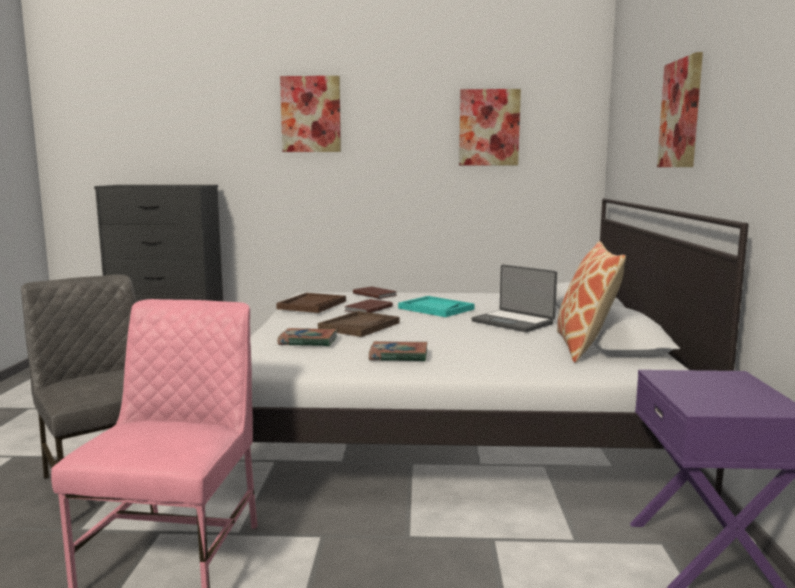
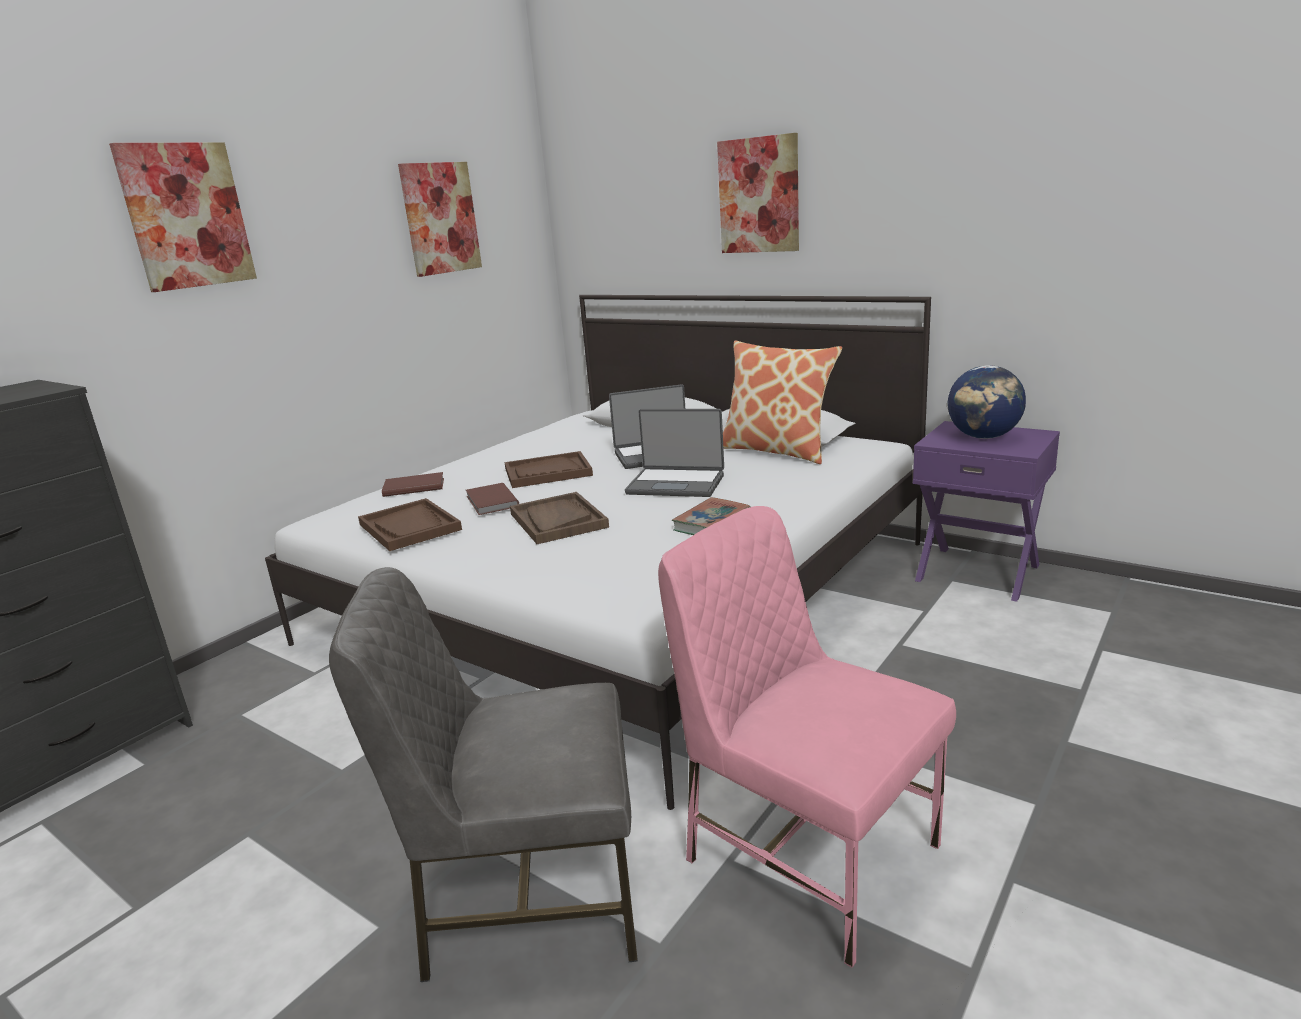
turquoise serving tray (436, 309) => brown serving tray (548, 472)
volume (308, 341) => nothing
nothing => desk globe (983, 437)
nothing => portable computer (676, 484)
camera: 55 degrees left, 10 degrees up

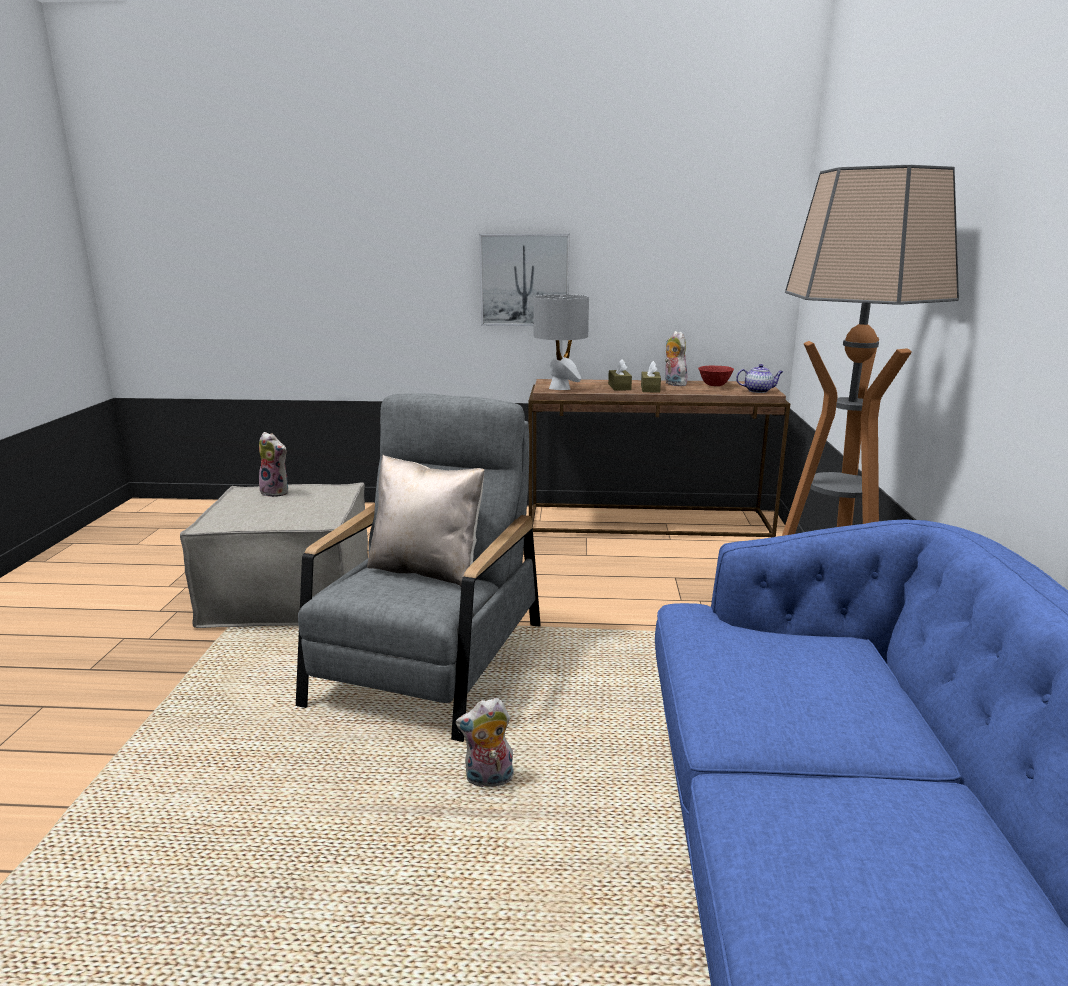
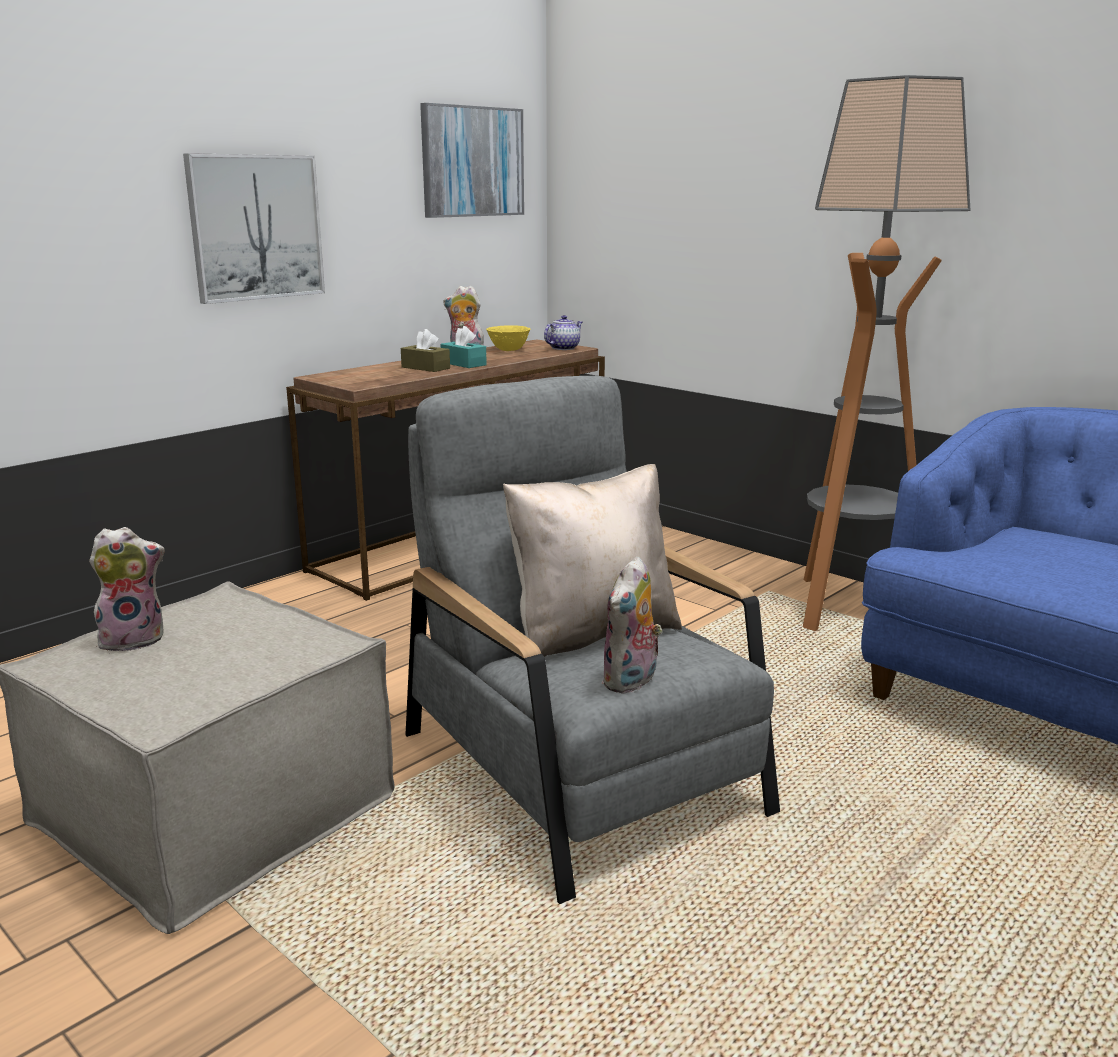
grey tabletop lamp (560, 388) => nothing
brown tissue holder (650, 389) => turquoise tissue holder (463, 364)
red serving bowl (714, 385) => yellowish serving bowl (508, 350)
soft toy (488, 780) => soft toy (631, 682), shifted
nothing => wall picture (472, 162)
camera: 50 degrees left, 0 degrees up

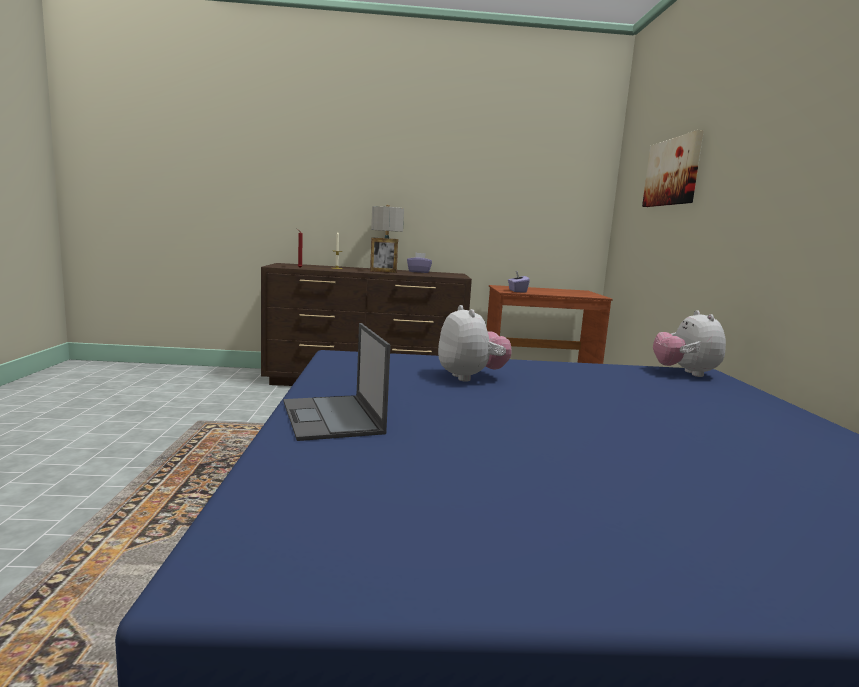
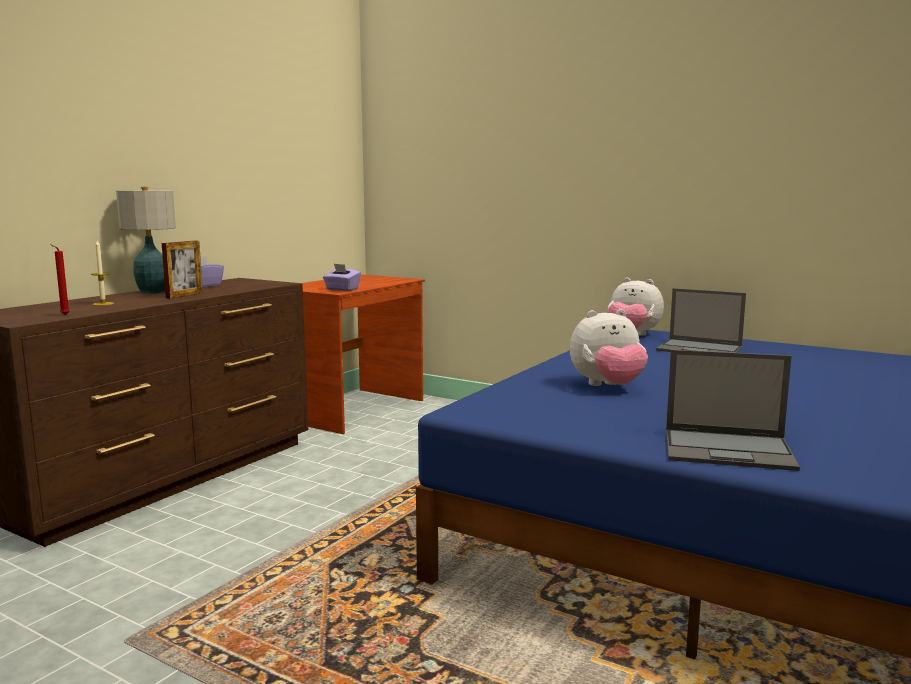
wall picture (672, 172) => nothing
soft toy (470, 377) => soft toy (607, 386), 150 degrees clockwise
nothing => portable computer (700, 349)
camera: 55 degrees left, 0 degrees up

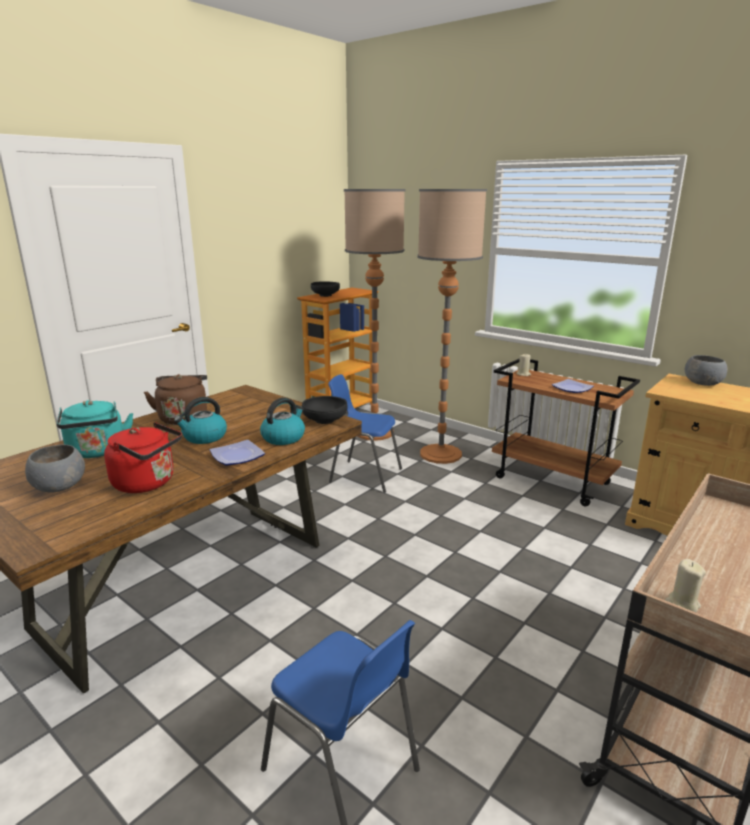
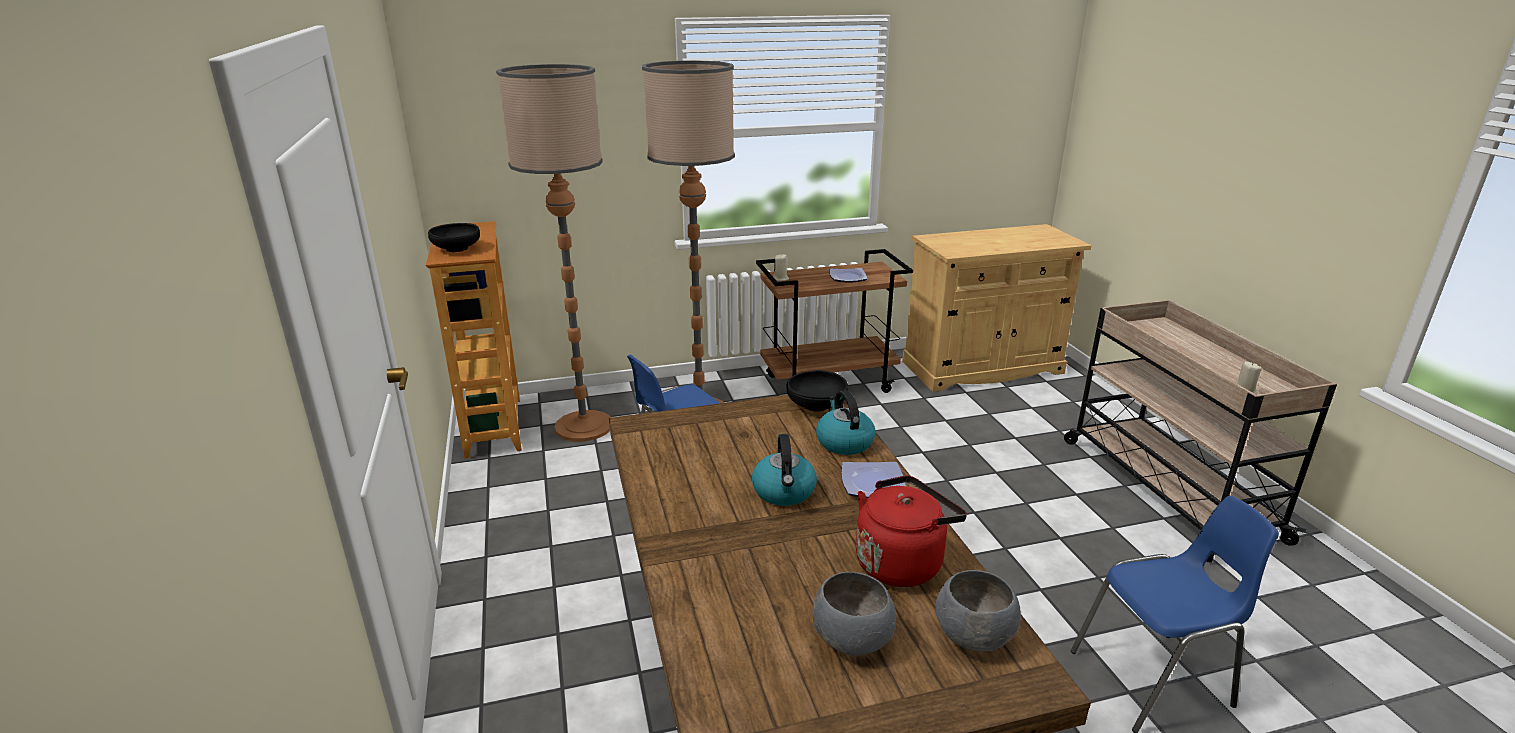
grey serving bowl (703, 384) => grey serving bowl (975, 635), shifted
brown tea kettle (183, 417) => nothing
turquoise tea kettle (97, 452) => nothing
camera: 55 degrees left, 5 degrees up

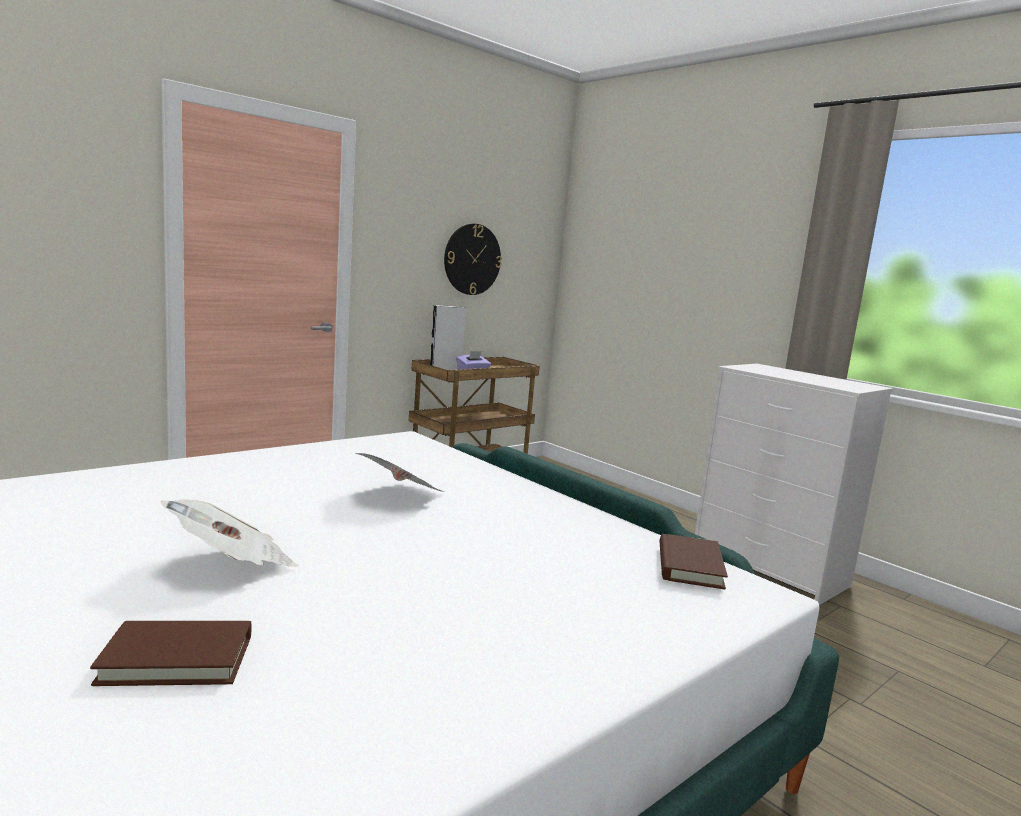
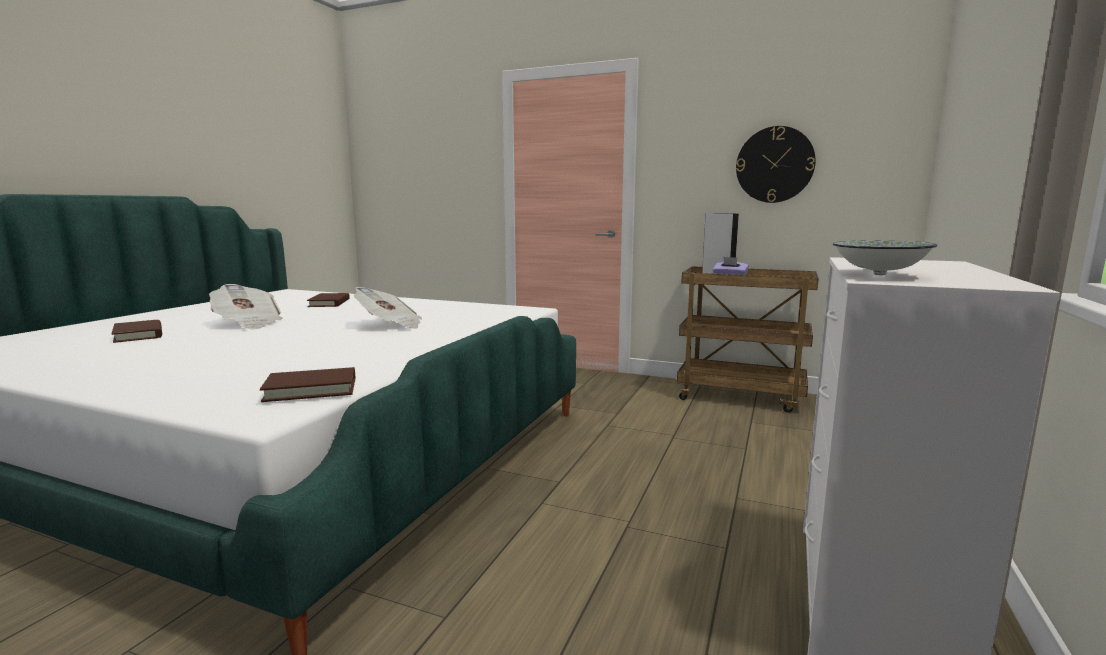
nothing => serving bowl (880, 274)
nothing => brown volume (329, 303)
camera: 65 degrees right, 0 degrees up

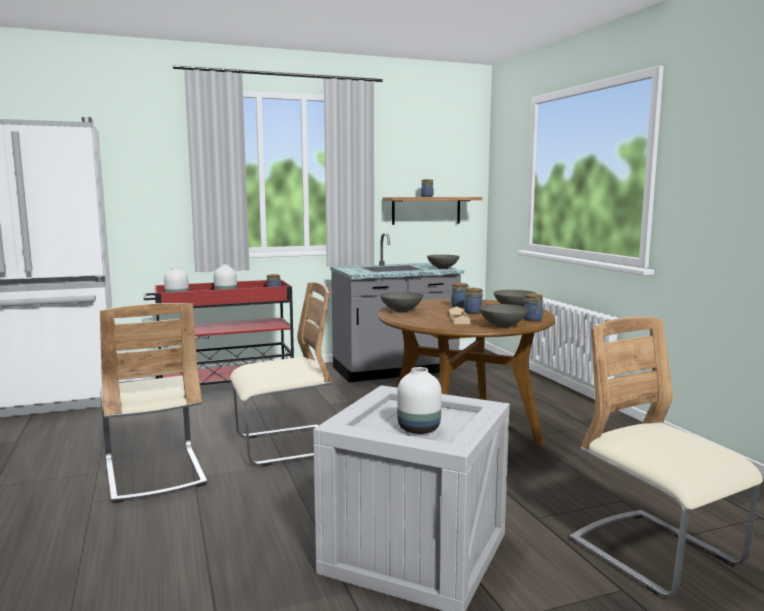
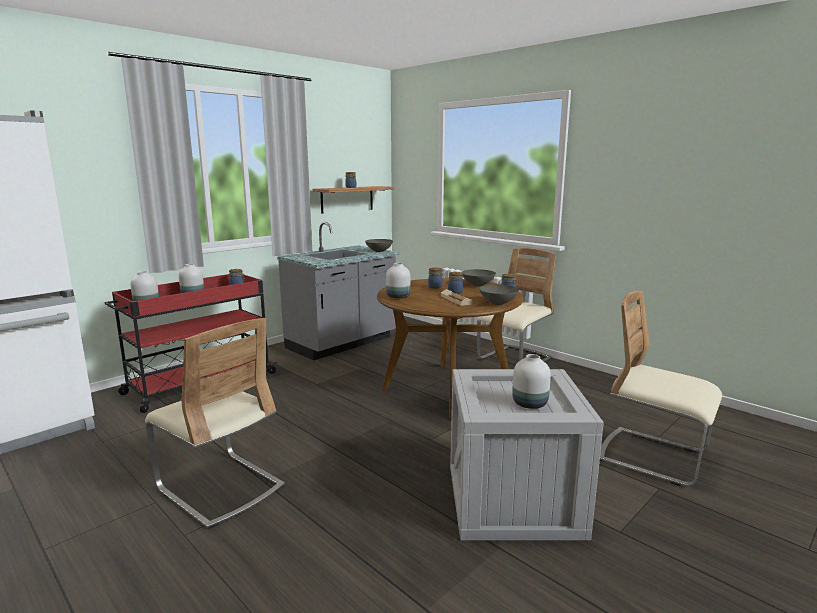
sand-coloured upright chair (285, 446) => sand-coloured upright chair (514, 359), shifted
grey serving bowl (401, 311) => white-coloured decorative vase (398, 297)
camera: 25 degrees left, 5 degrees up

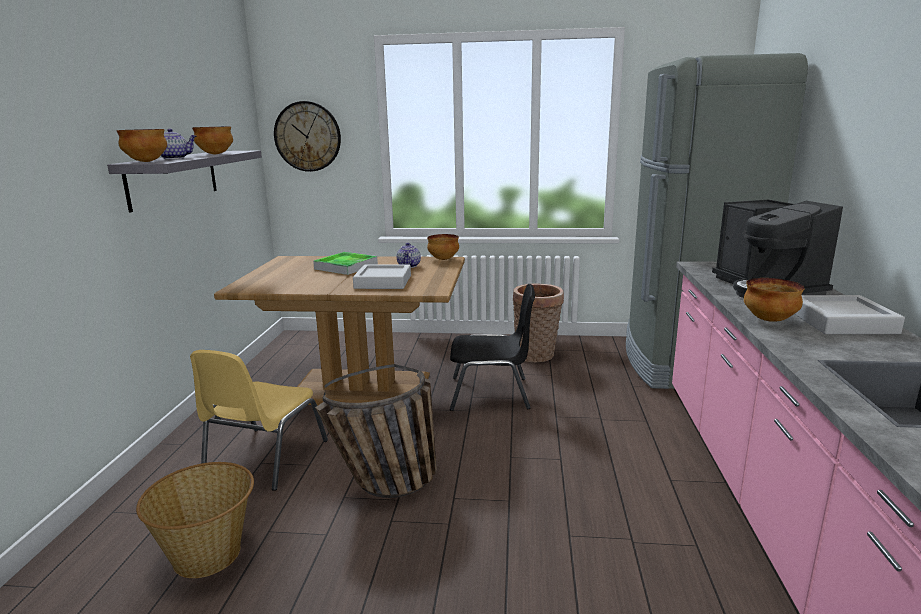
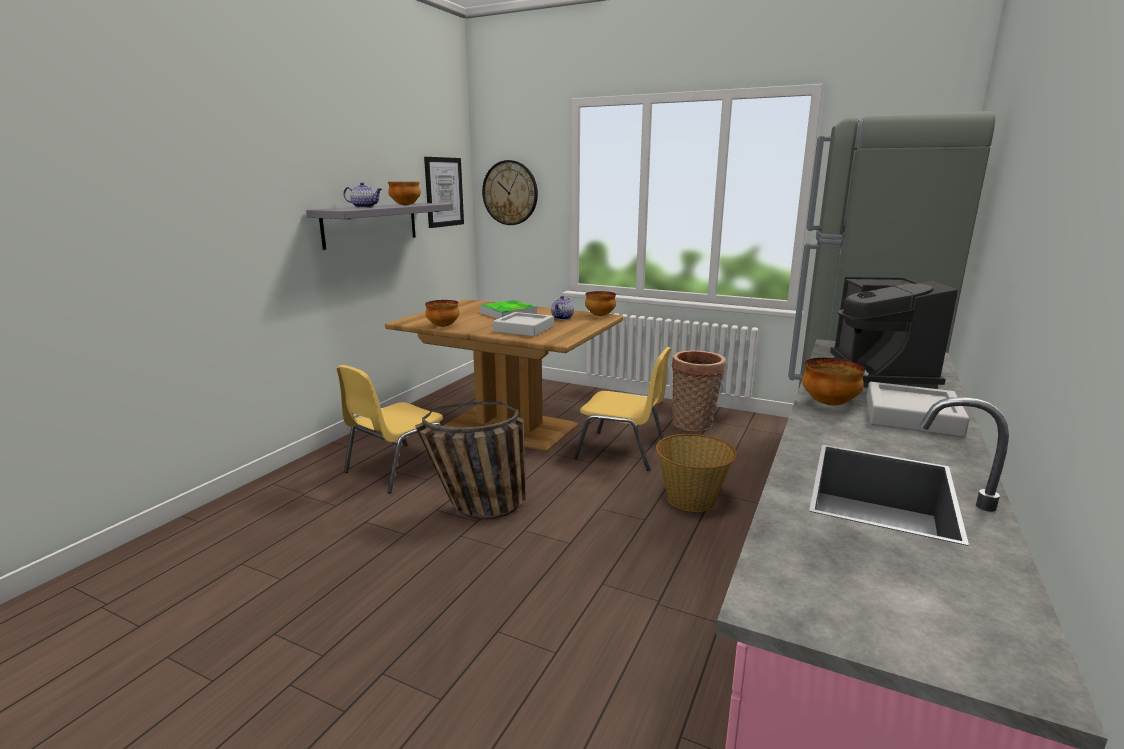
serving bowl (147, 161) => serving bowl (443, 326), shifted
black-coloured upright chair (491, 393) => yellowish upright chair (622, 451)
household basket (208, 554) => household basket (692, 500), shifted
nothing => wall picture (444, 192)
camera: 20 degrees right, 0 degrees up

